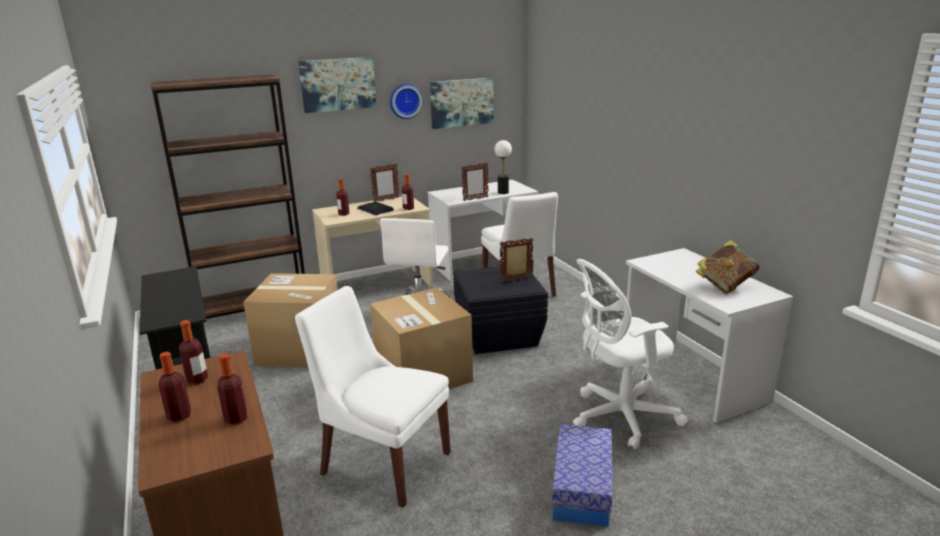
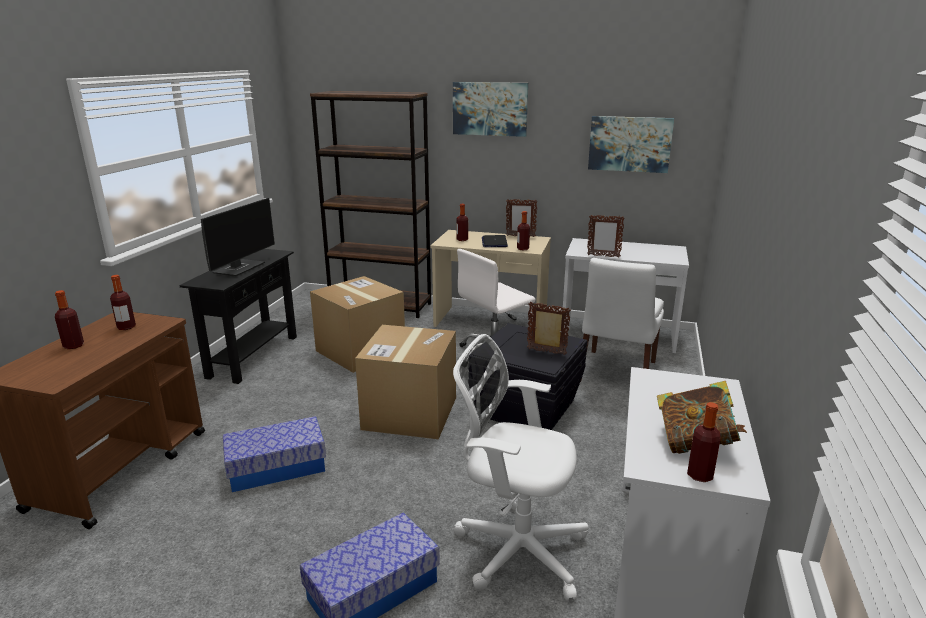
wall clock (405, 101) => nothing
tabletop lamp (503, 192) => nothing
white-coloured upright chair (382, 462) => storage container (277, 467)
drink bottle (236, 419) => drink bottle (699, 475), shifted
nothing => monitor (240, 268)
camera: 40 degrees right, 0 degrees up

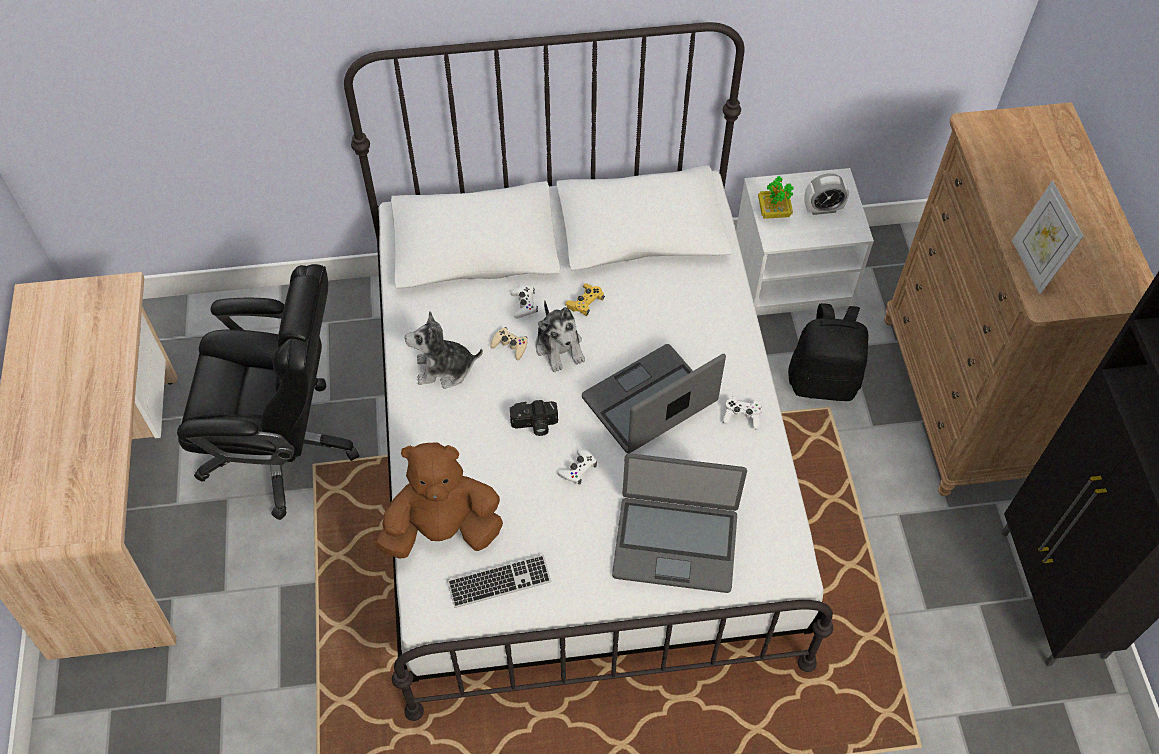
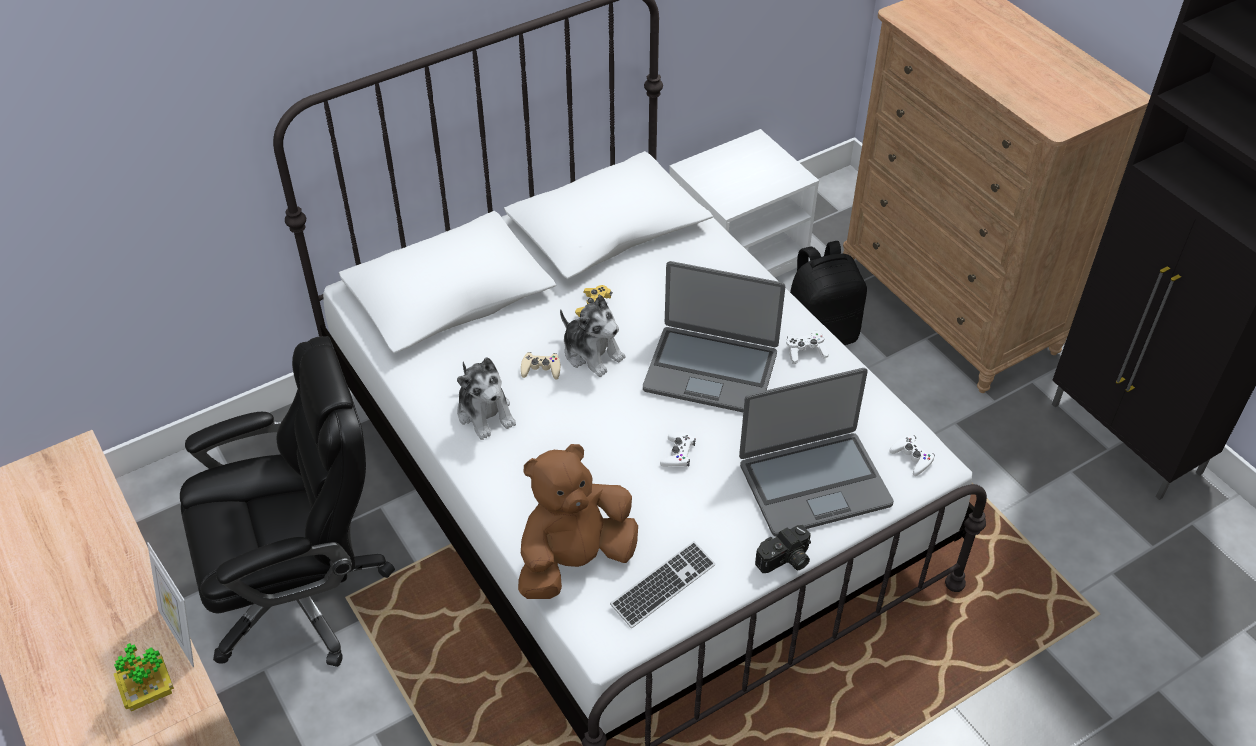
table clock (822, 209) => nothing
potted plant (773, 212) => potted plant (149, 691), shifted
standing frame (1032, 265) => standing frame (183, 633), shifted
white-coloured game controller (524, 304) => white-coloured game controller (912, 458), shifted
soft toy (444, 369) => soft toy (485, 413), 90 degrees counterclockwise
portable computer (650, 402) => portable computer (711, 370), 105 degrees counterclockwise
still camera (534, 425) => still camera (785, 561), shifted
camera: 25 degrees left, 10 degrees down

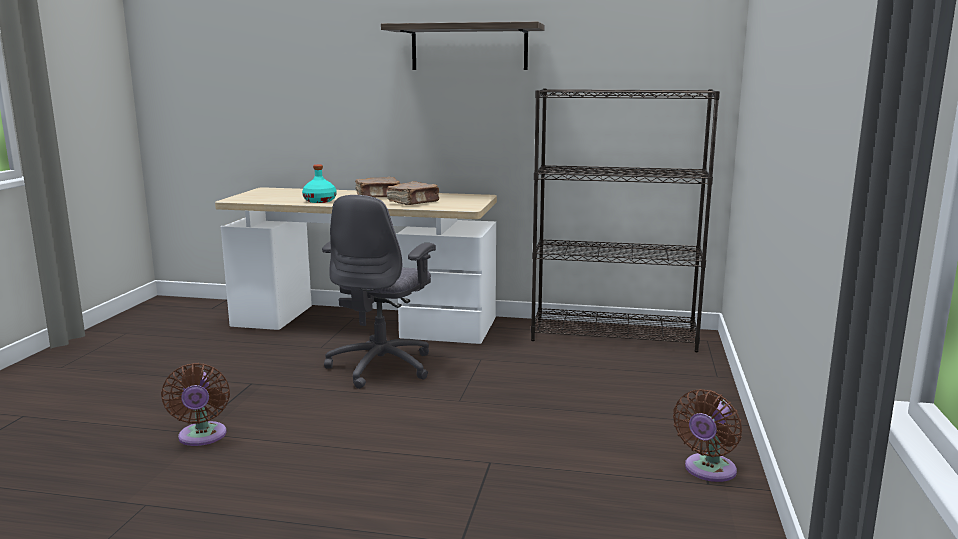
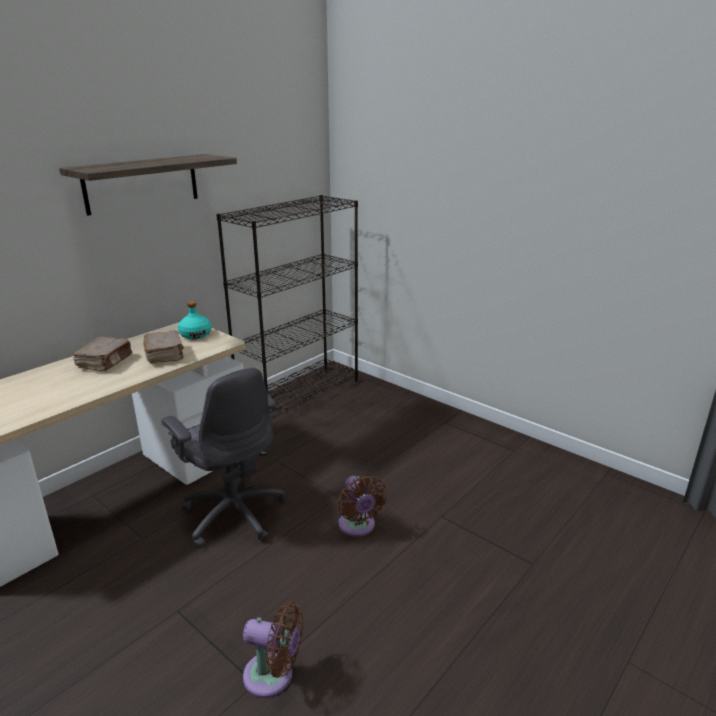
turquoise drink bottle (320, 201) => turquoise drink bottle (195, 335), shifted
brown cooling fan (708, 471) => brown cooling fan (358, 527), shifted
camera: 60 degrees left, 10 degrees up

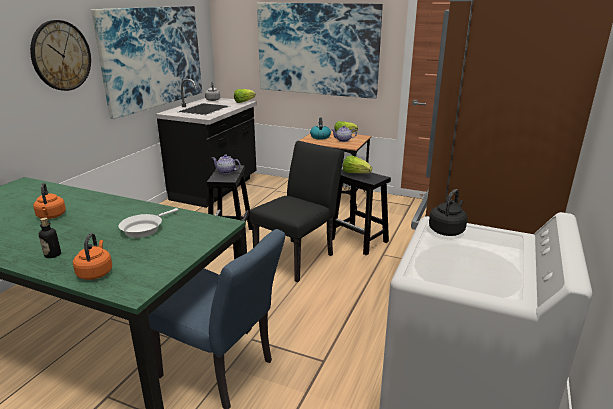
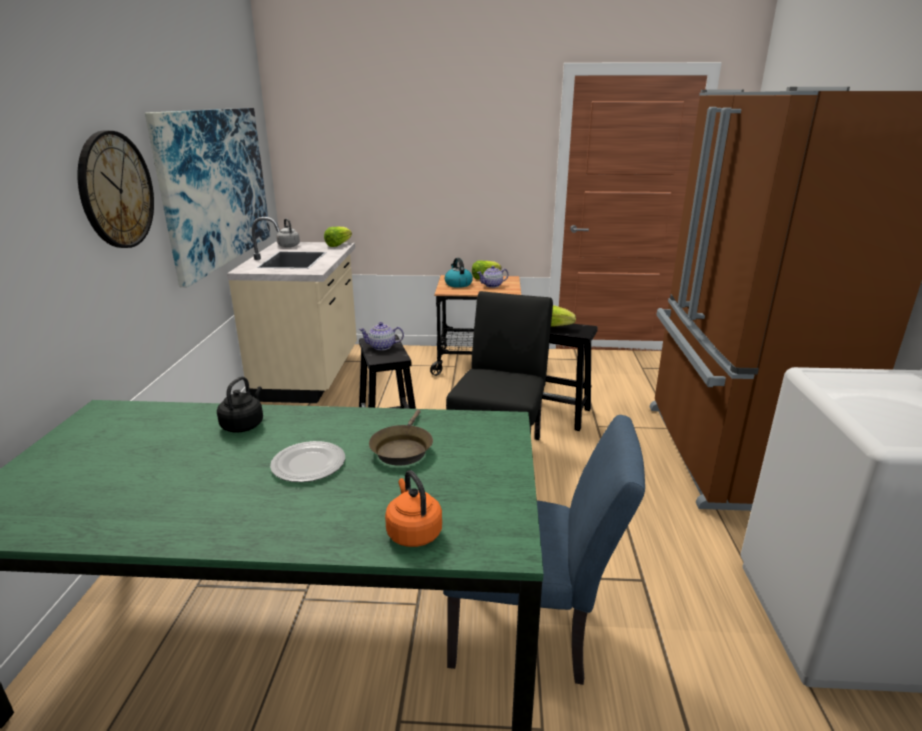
wall picture (317, 49) => nothing
black-coloured kitchen counter (216, 189) => sand-coloured kitchen counter (310, 375)
orange-coloured tea kettle (51, 216) => nothing
black-coloured tea kettle (447, 230) => black-coloured tea kettle (244, 424), shifted
white-coloured frying pan (144, 229) => brown frying pan (402, 449)
drink bottle (53, 255) => nothing
nothing => flat dish (308, 464)
camera: 20 degrees left, 0 degrees up

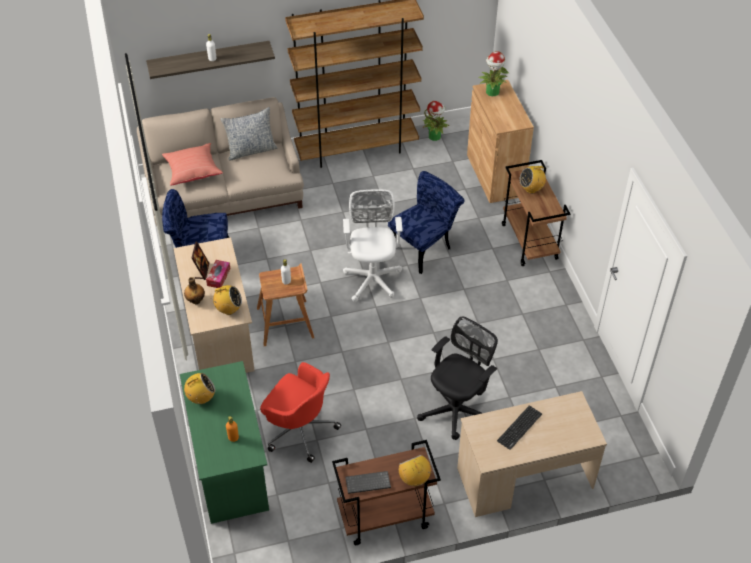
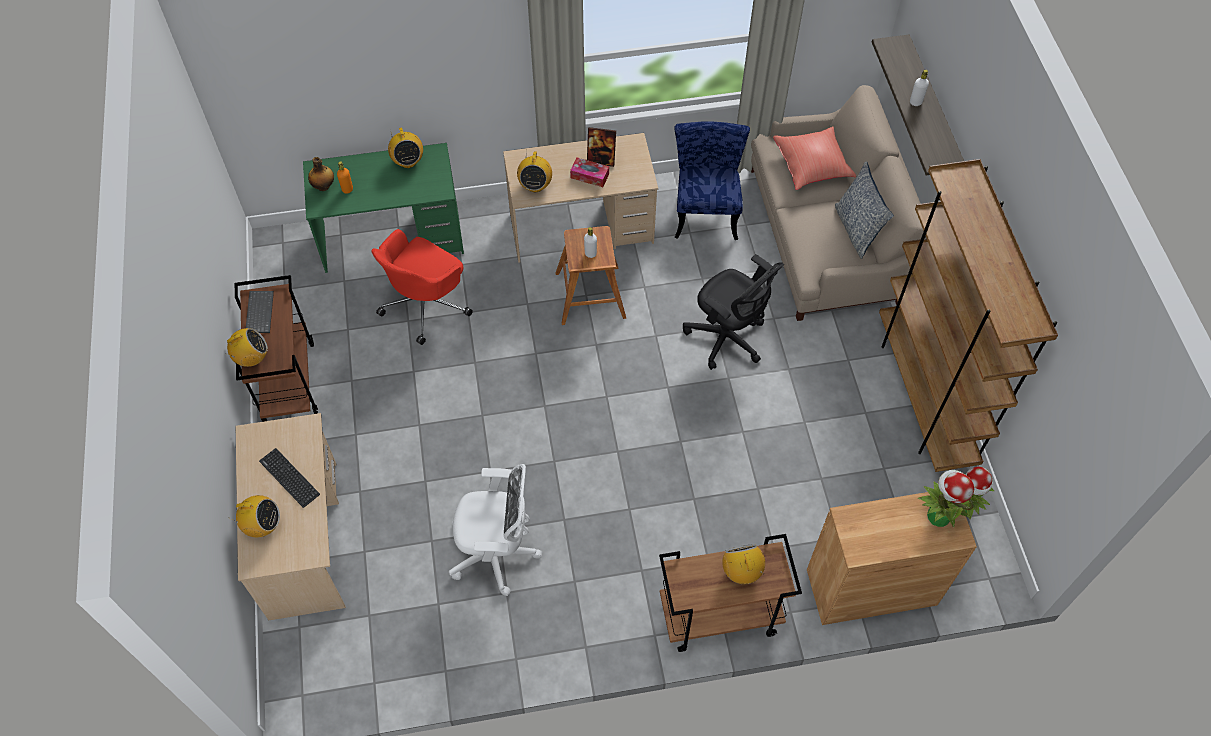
blue-coloured upright chair (424, 246) => nothing
white-coloured computer chair (372, 277) => white-coloured computer chair (497, 554), shifted
drink bottle (196, 300) => drink bottle (324, 186), shifted
black-coloured computer chair (456, 409) => black-coloured computer chair (727, 338), shifted
nothing => radio receiver (262, 525)
camera: 95 degrees right, 10 degrees up

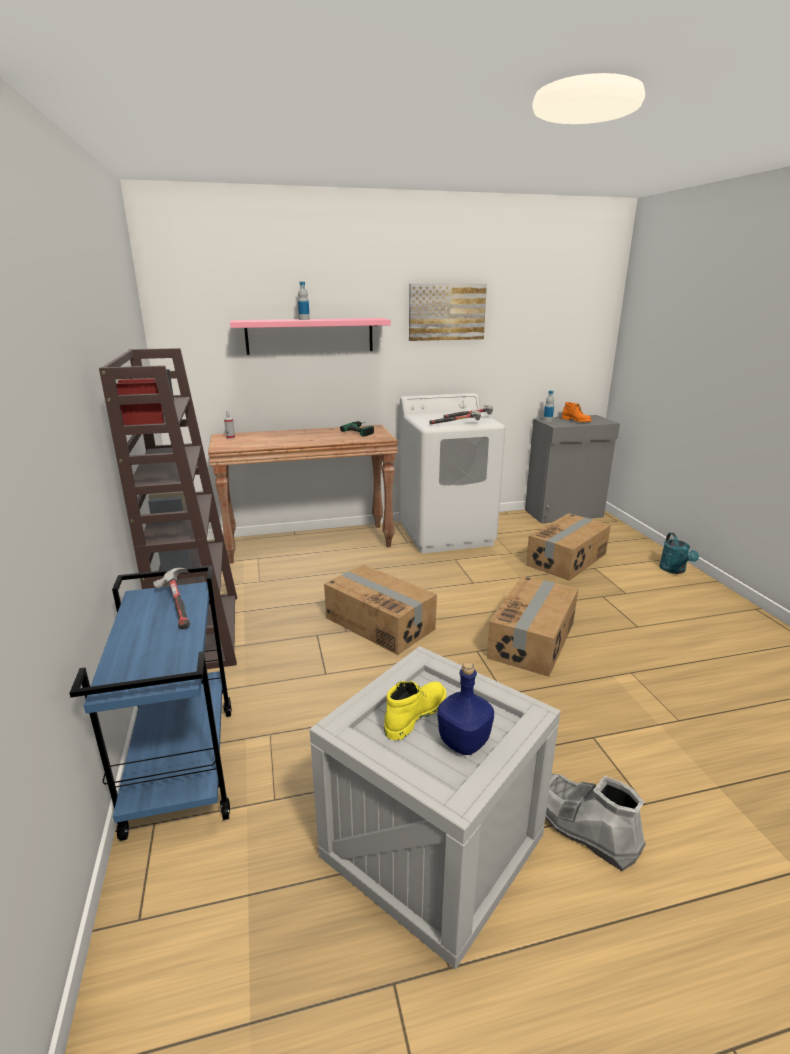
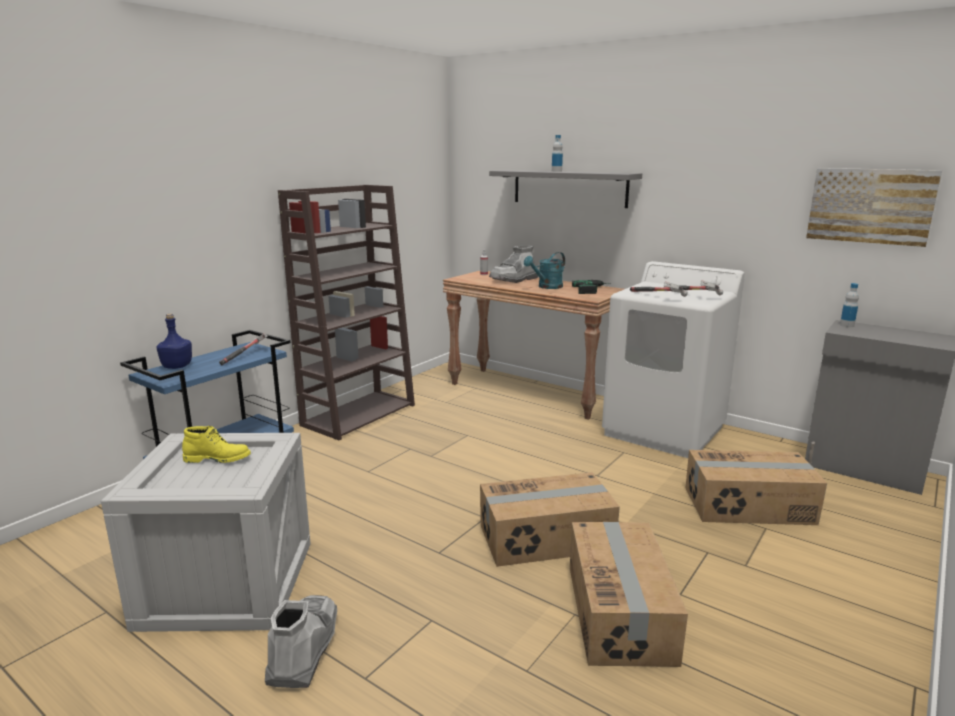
wall picture (446, 312) => wall picture (870, 206), shifted
pink shelf (310, 336) => grey shelf (569, 188)
orange-coloured high-top boot (576, 421) => nothing
turquoise sprinkling can (674, 570) => turquoise sprinkling can (547, 287), shifted
carton (380, 623) => carton (620, 612), shifted
blue-coloured drink bottle (464, 741) => blue-coloured drink bottle (178, 366), shifted
nothing => grey high-top boot (513, 280)
camera: 50 degrees right, 5 degrees down

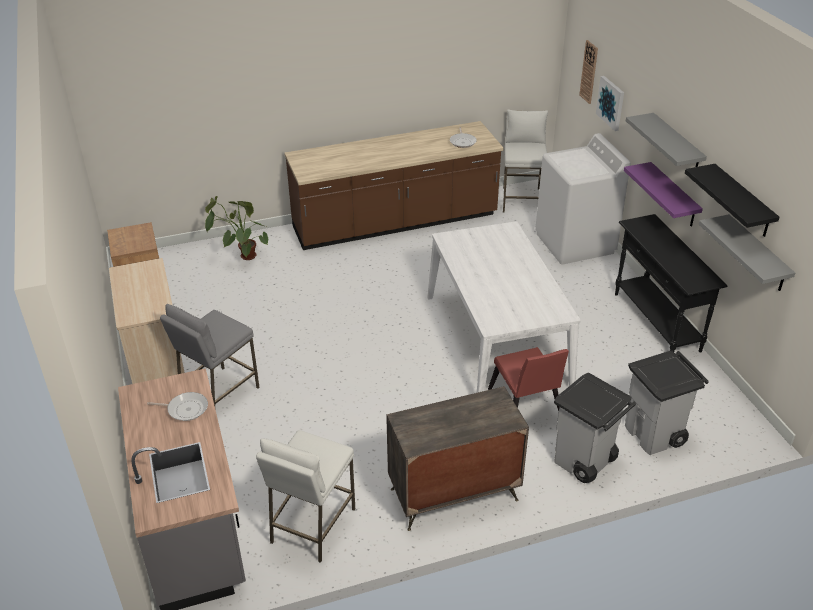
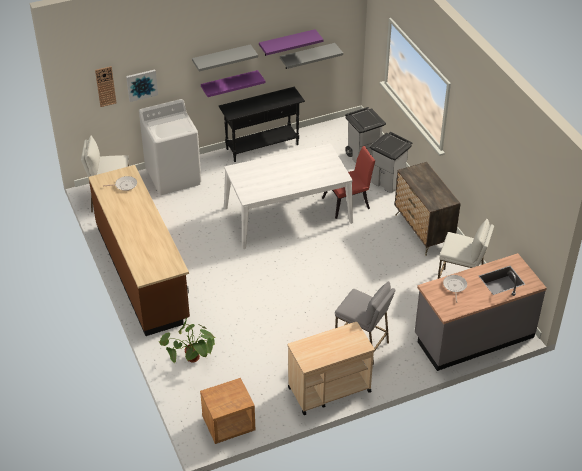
black-coloured shelf (742, 201) => purple shelf (287, 42)
camera: 95 degrees left, 5 degrees up

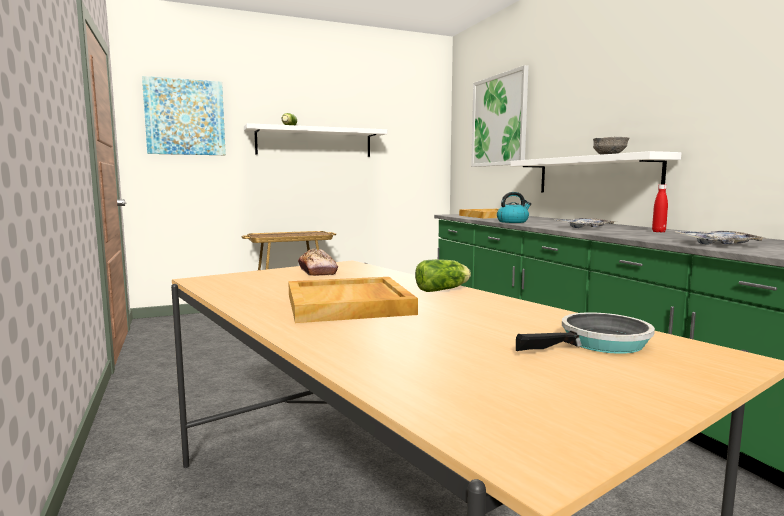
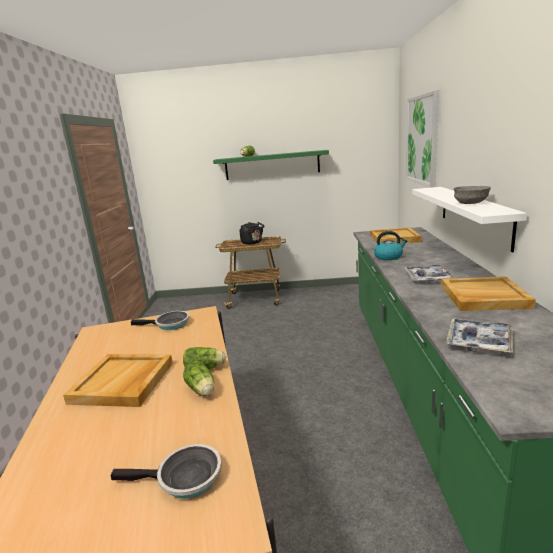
wall picture (185, 117) => nothing
white-coloured shelf (314, 142) => greenish shelf (272, 165)
red drink bottle (658, 232) => sand-coloured serving tray (483, 297)
bakery bread (317, 271) => frying pan (169, 324)
nothing => black-coloured tea kettle (252, 243)
nothing => head of lettuce (202, 390)
camera: 25 degrees right, 10 degrees up

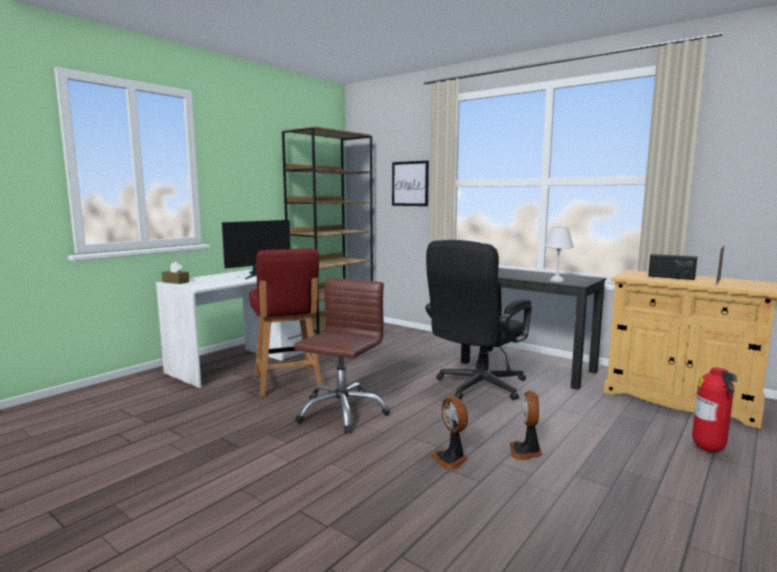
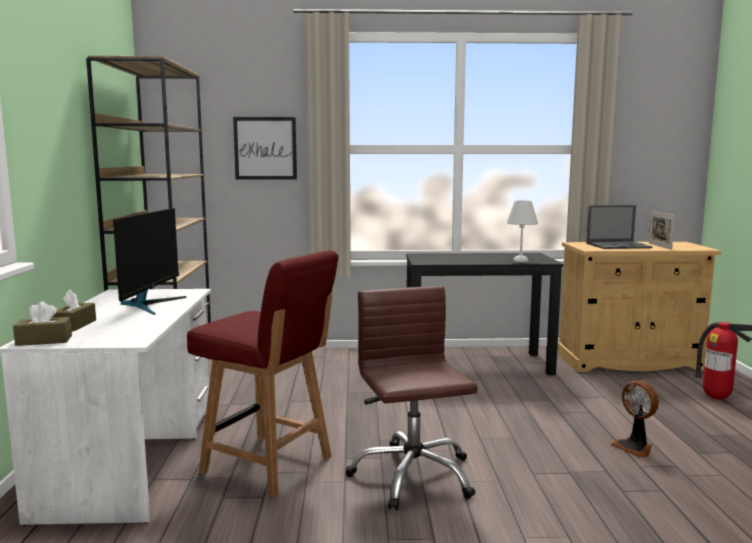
black-coloured computer chair (476, 388) => nothing
radio receiver (671, 277) => portable computer (619, 245)
cooling fan (451, 459) => nothing
nothing => brown tissue holder (74, 325)
camera: 40 degrees left, 0 degrees up

